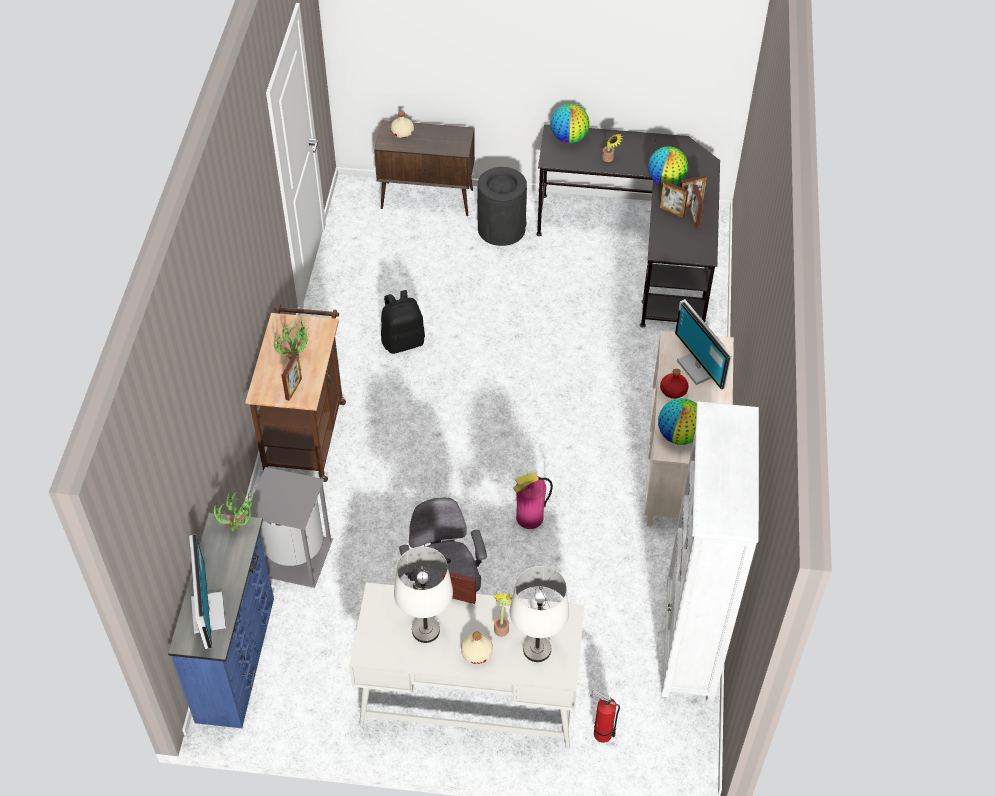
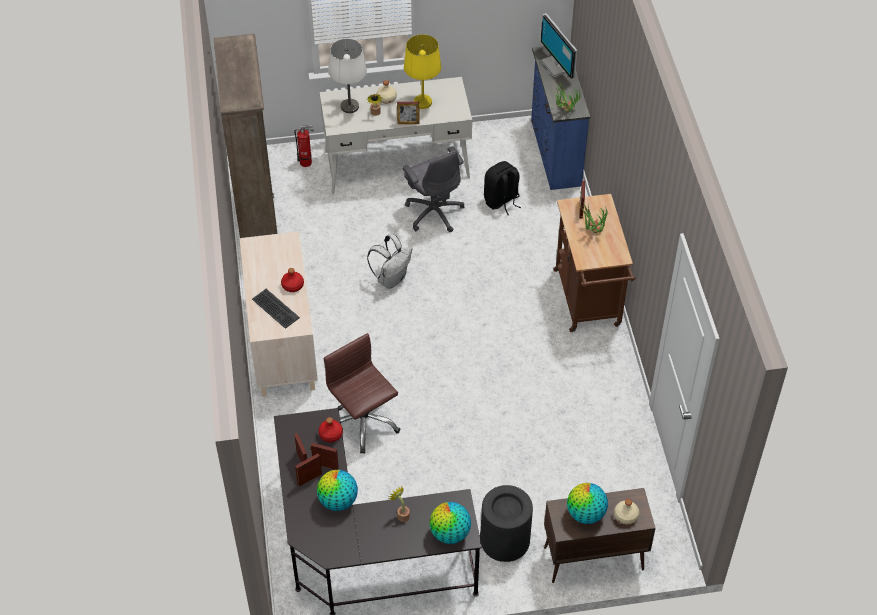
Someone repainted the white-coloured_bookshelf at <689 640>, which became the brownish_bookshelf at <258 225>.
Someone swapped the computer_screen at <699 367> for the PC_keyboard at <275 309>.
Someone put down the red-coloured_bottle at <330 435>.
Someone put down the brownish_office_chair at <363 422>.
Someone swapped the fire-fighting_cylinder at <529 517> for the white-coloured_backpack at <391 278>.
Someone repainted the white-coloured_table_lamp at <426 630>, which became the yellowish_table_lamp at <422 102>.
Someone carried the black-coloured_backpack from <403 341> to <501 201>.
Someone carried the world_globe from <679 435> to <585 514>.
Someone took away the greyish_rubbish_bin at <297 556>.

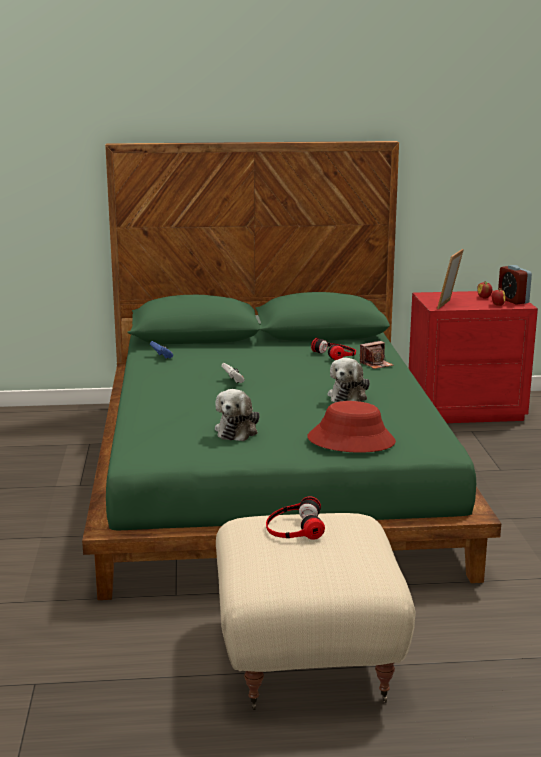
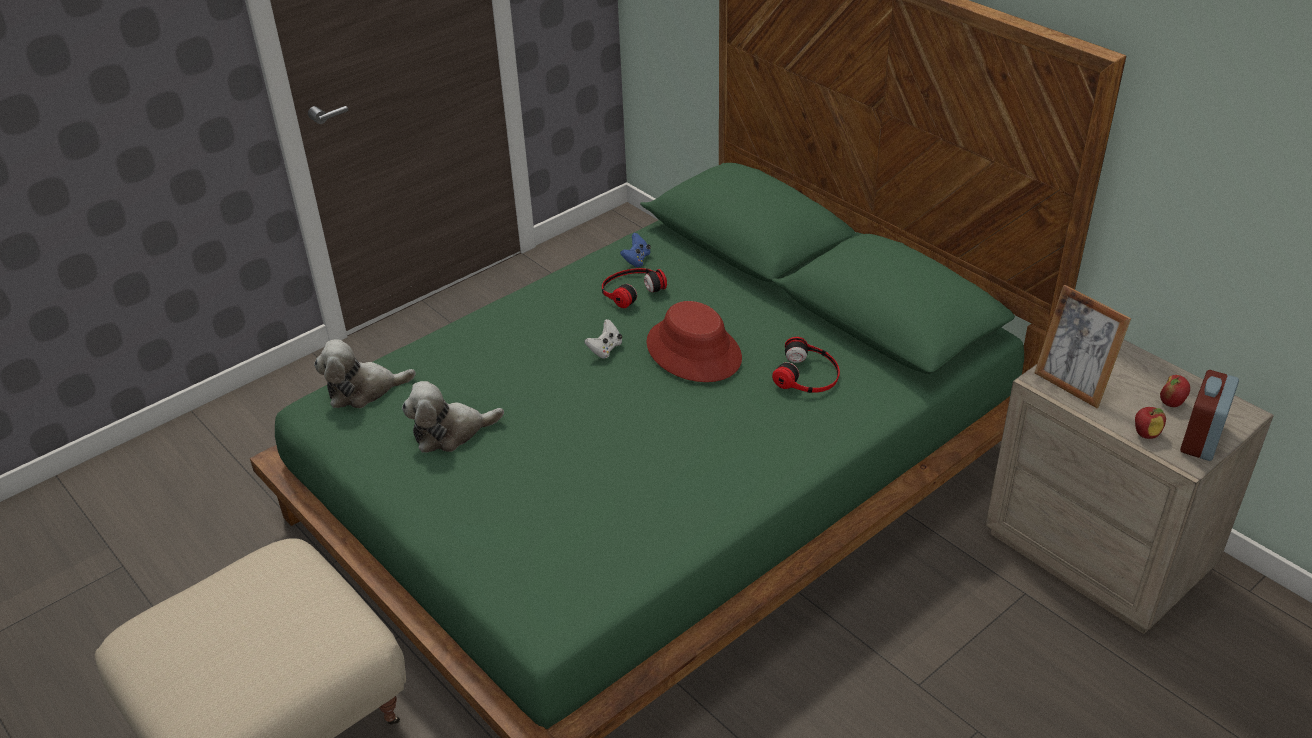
Someone carried the cuddly_toy from <348 396> to <363 390>.
Someone carried the pair_of_headphones from <294 527> to <630 290>.
Someone carried the red-coloured_hat from <351 440> to <694 351>.
Someone repainted the red-coloured_night_table at <465 410>, which became the beige_night_table at <1099 550>.
Someone rotated the photo_frame at <448 305> by 120 degrees counterclockwise.
Someone took away the still_camera at <376 364>.

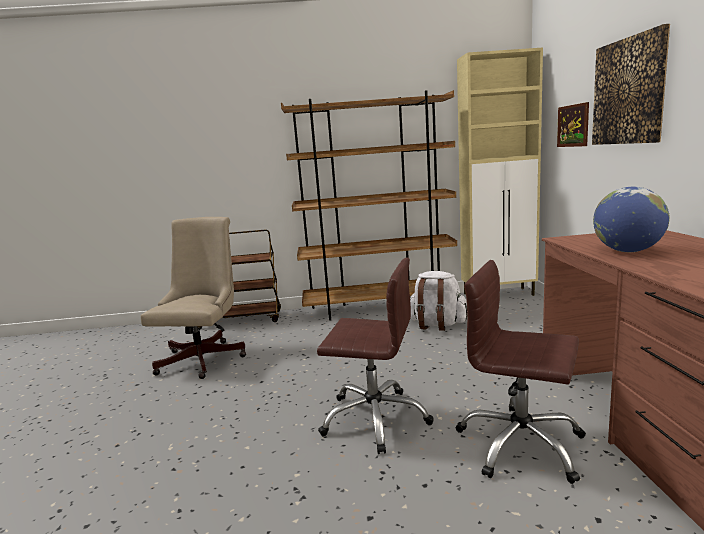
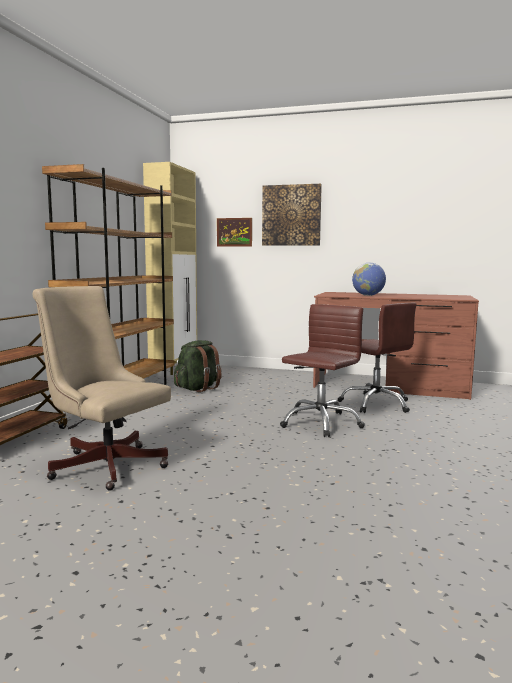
Someone repainted the white-coloured_backpack at <437 325>, which became the greenish_backpack at <198 388>.
Someone rotated the brownish_office_chair at <520 445> by 90 degrees counterclockwise.

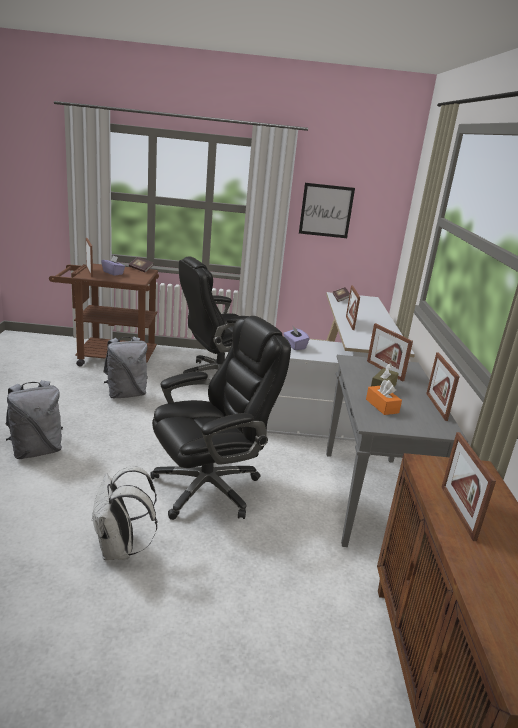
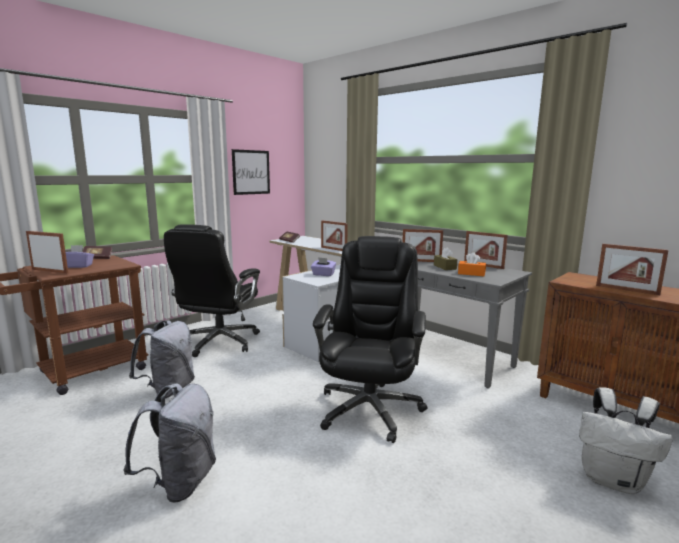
Someone carried the white-coloured_backpack from <120 549> to <613 480>.

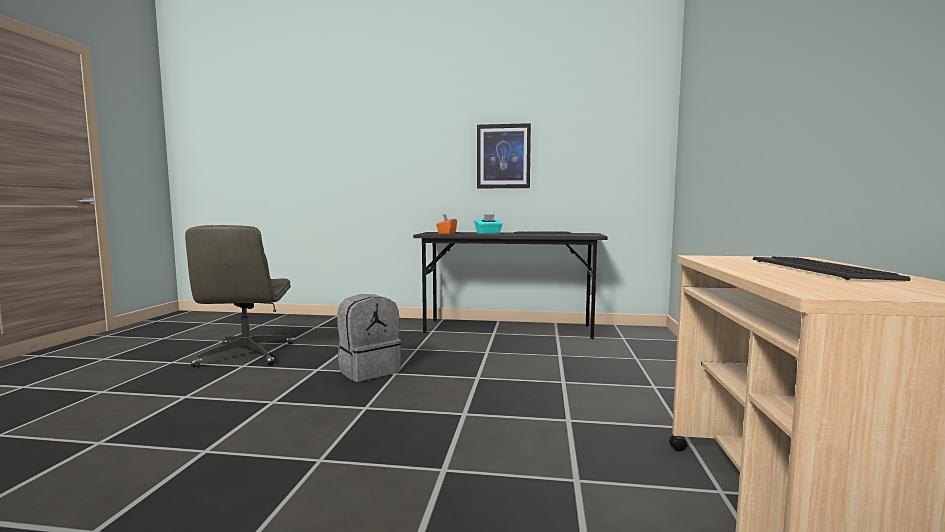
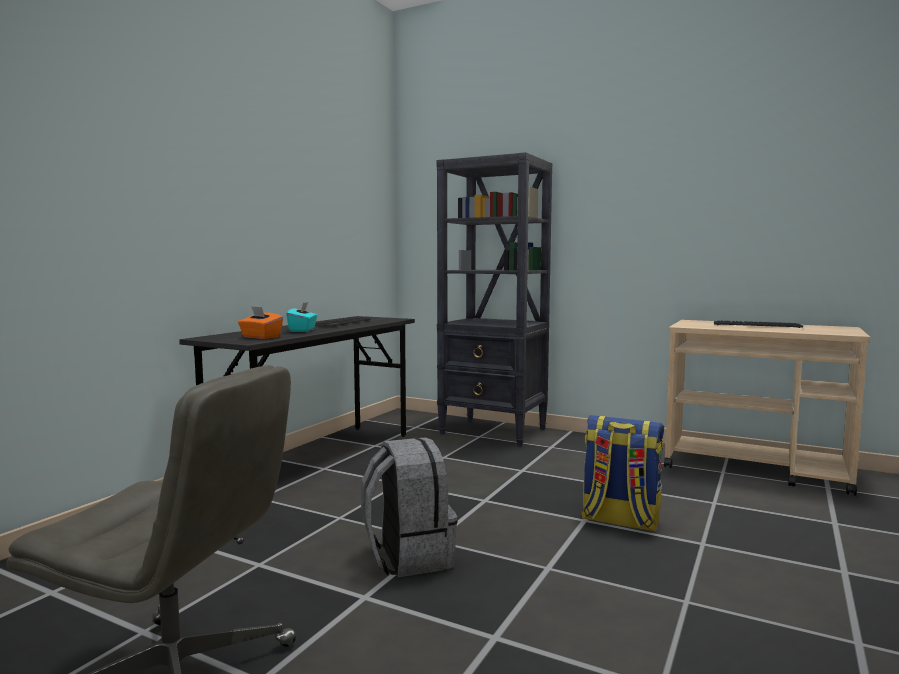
Someone put down the black-coloured_bookshelf at <494 431>.
Someone put down the backpack at <619 520>.
Someone took away the wall_picture at <503 156>.

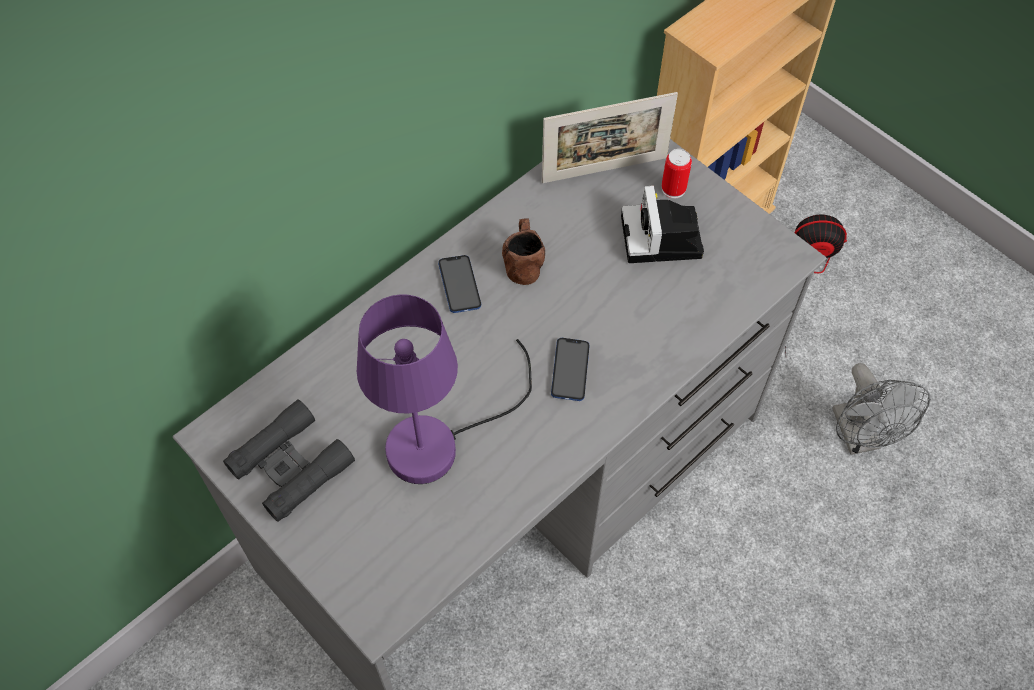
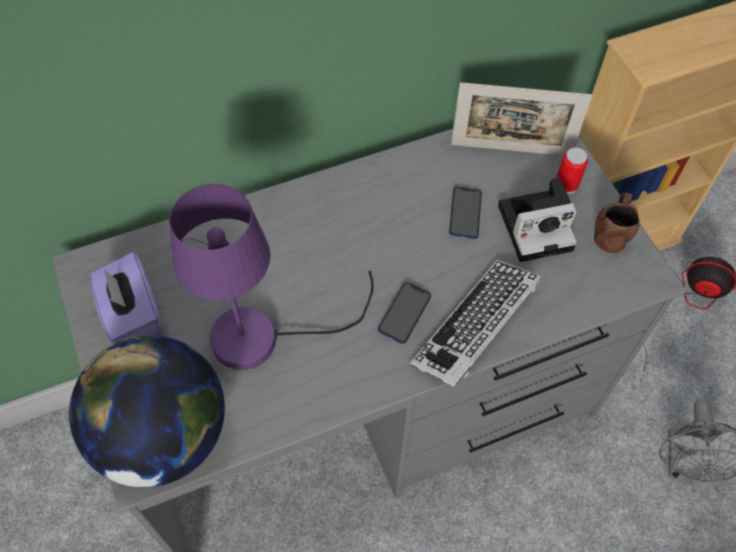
Someone put down the world_globe at <164 436>.
Someone swapped the black-coloured_field_glasses at <291 466> for the purple_tissue_holder at <132 314>.
Someone put down the PC_keyboard at <476 326>.
Someone carried the telephone from <459 285> to <465 214>.
Someone rotated the still_camera at <662 240> by 120 degrees counterclockwise.
Someone carried the brownish_tea_mug from <523 261> to <612 231>.

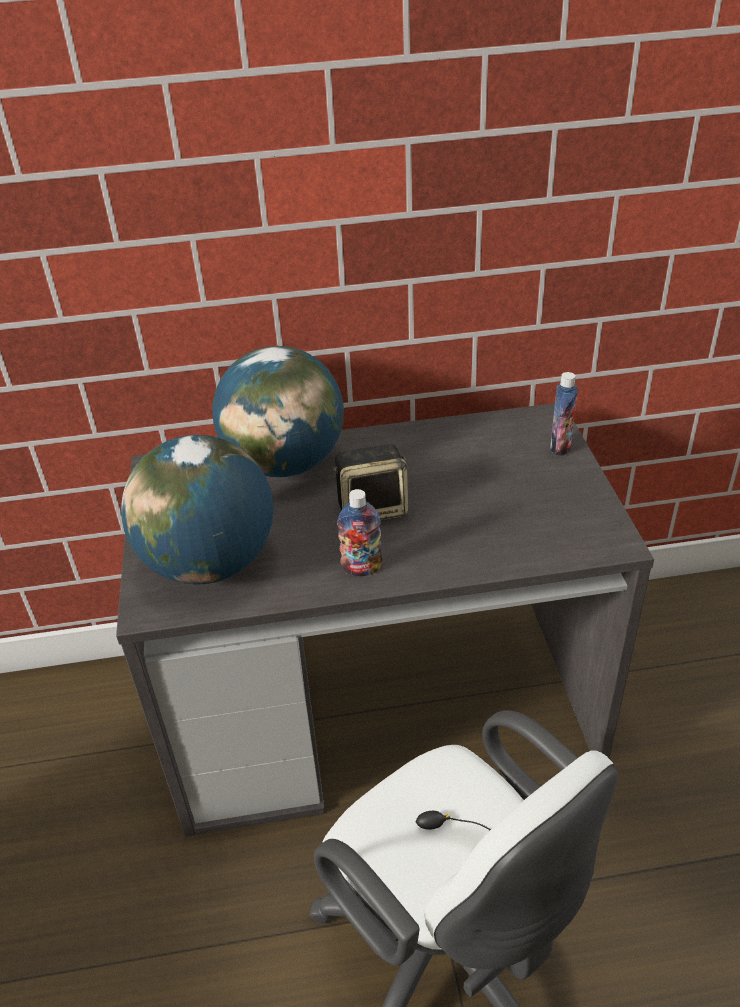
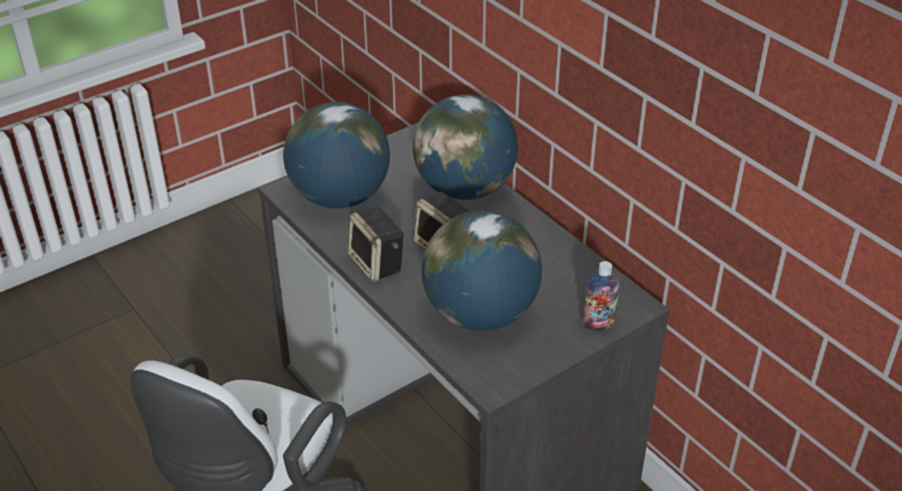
Someone swapped the bottle at <362 568> for the audio_speaker at <377 264>.
Someone put down the world_globe at <481 314>.

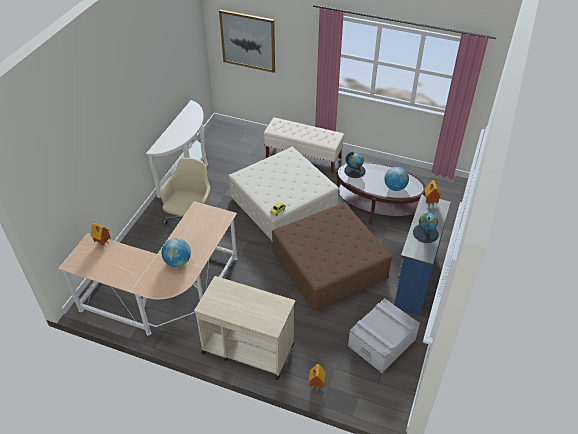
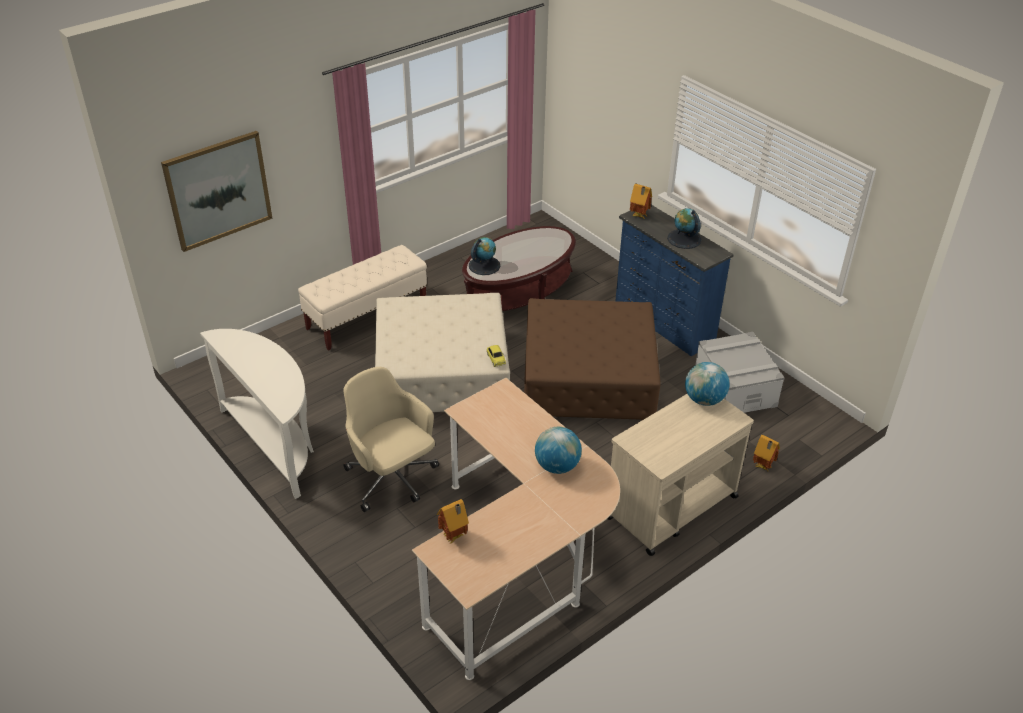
Someone carried the world_globe from <395 187> to <704 400>.

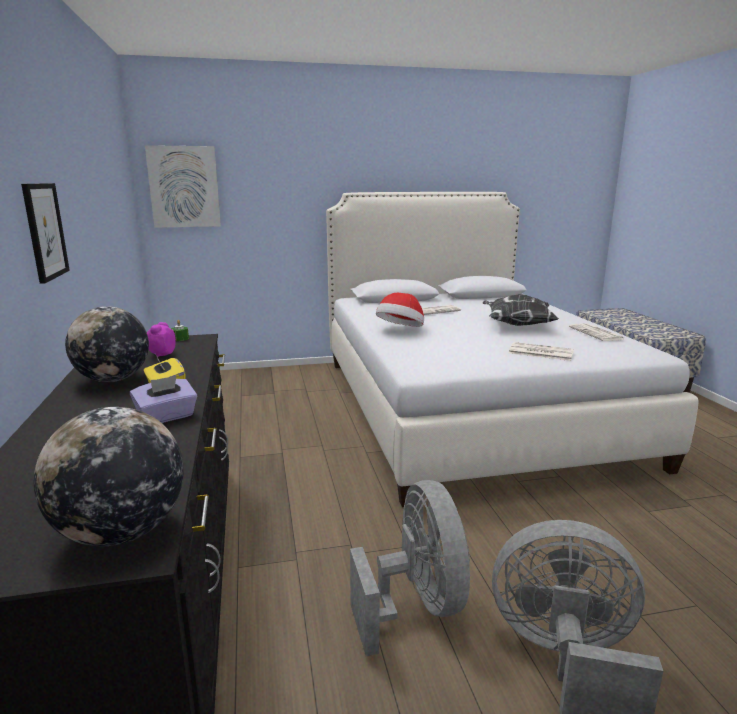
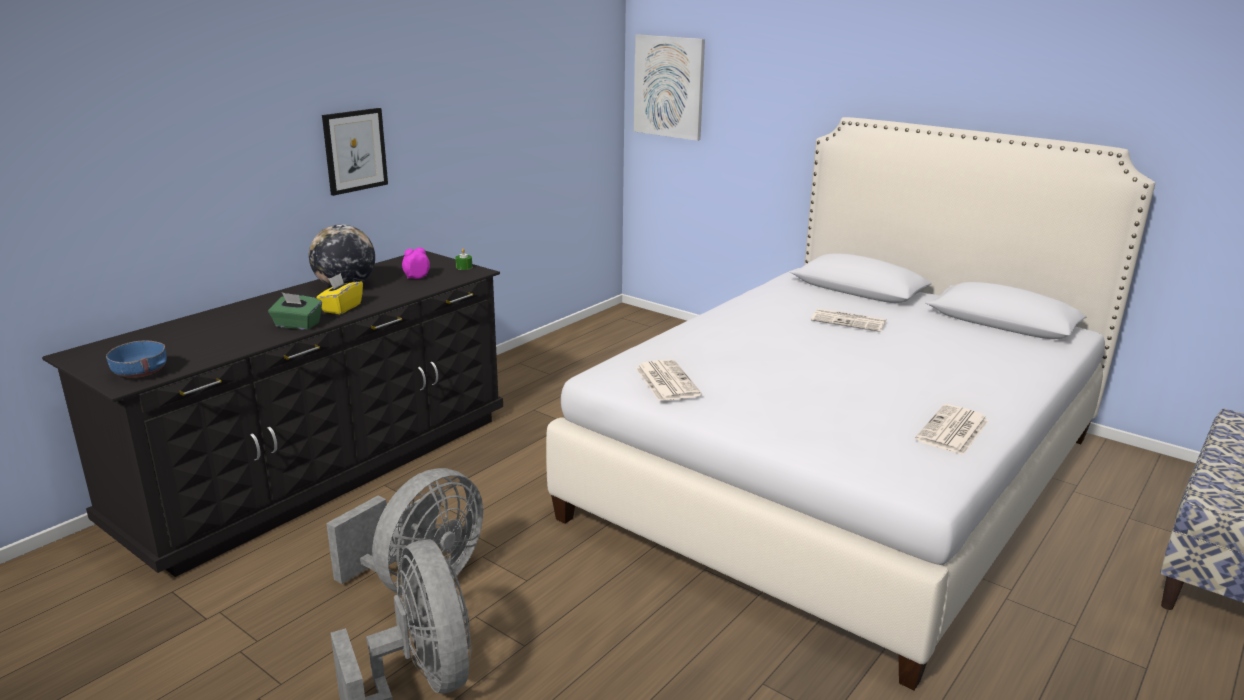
Someone swapped the world_globe at <121 532> for the blue-coloured_bowl at <140 373>.
Someone repainted the purple_tissue_holder at <167 417>, which became the greenish_tissue_holder at <297 325>.
Someone carried the newspaper from <540 352> to <666 381>.
Someone took away the hat at <401 330>.
Someone took away the cushion at <517 325>.

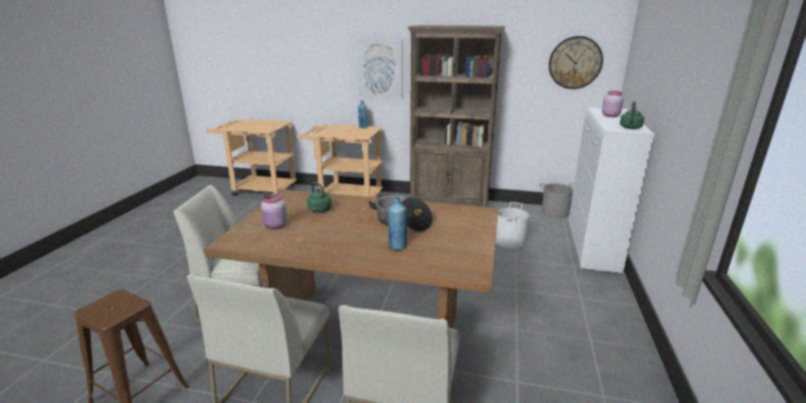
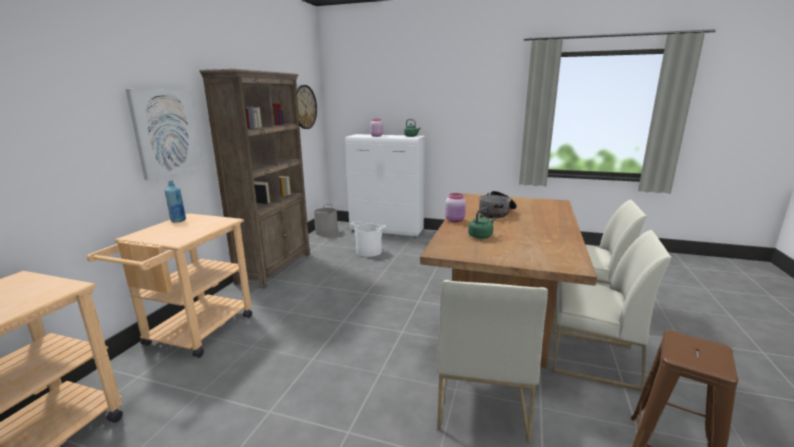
Someone carried the pink_storage_jar from <275 226> to <455 220>.
Someone took away the blue-coloured_bottle at <397 246>.

